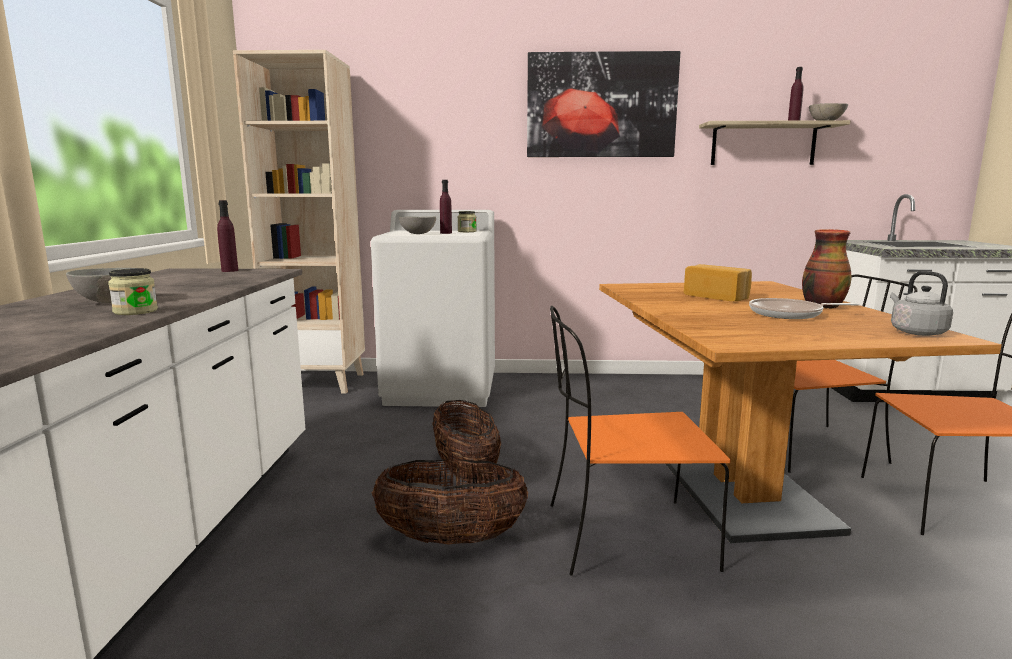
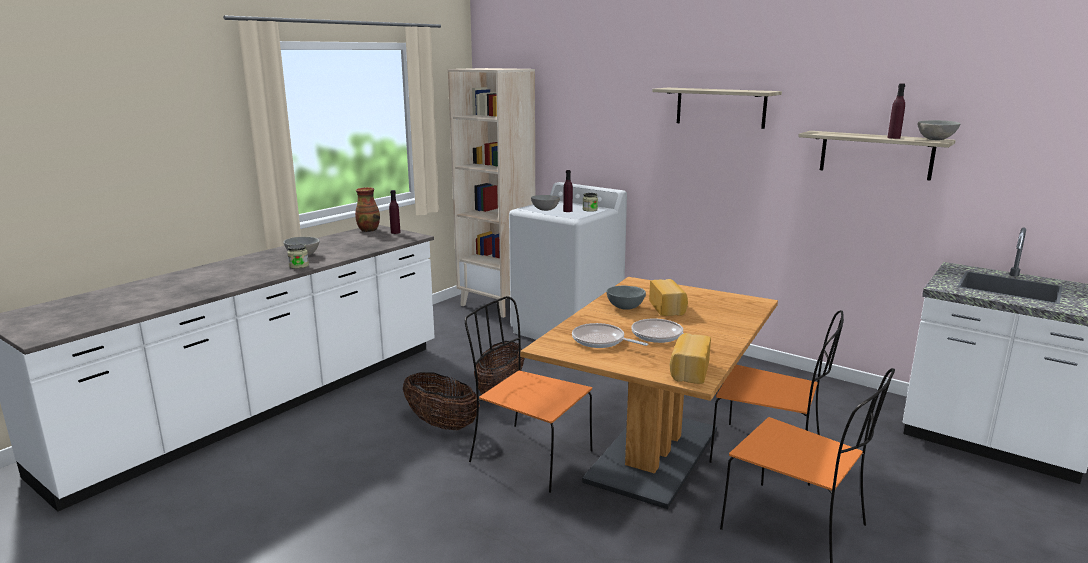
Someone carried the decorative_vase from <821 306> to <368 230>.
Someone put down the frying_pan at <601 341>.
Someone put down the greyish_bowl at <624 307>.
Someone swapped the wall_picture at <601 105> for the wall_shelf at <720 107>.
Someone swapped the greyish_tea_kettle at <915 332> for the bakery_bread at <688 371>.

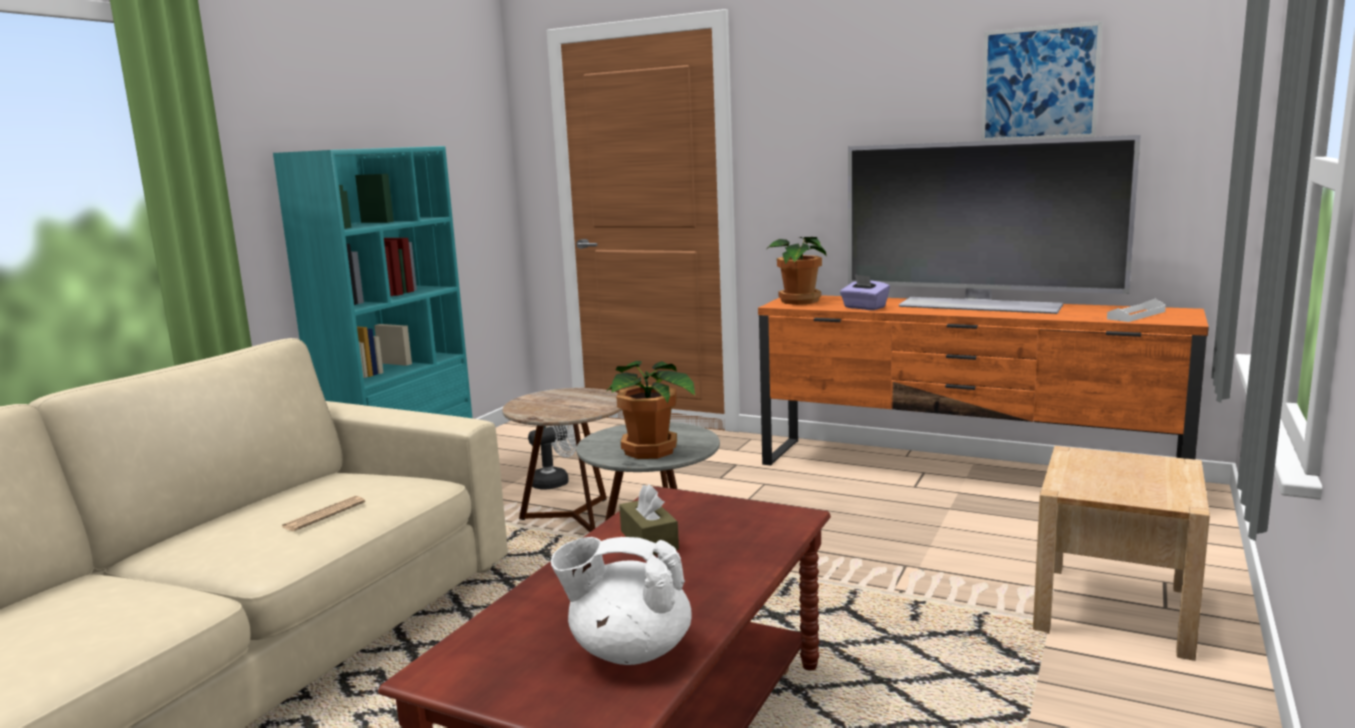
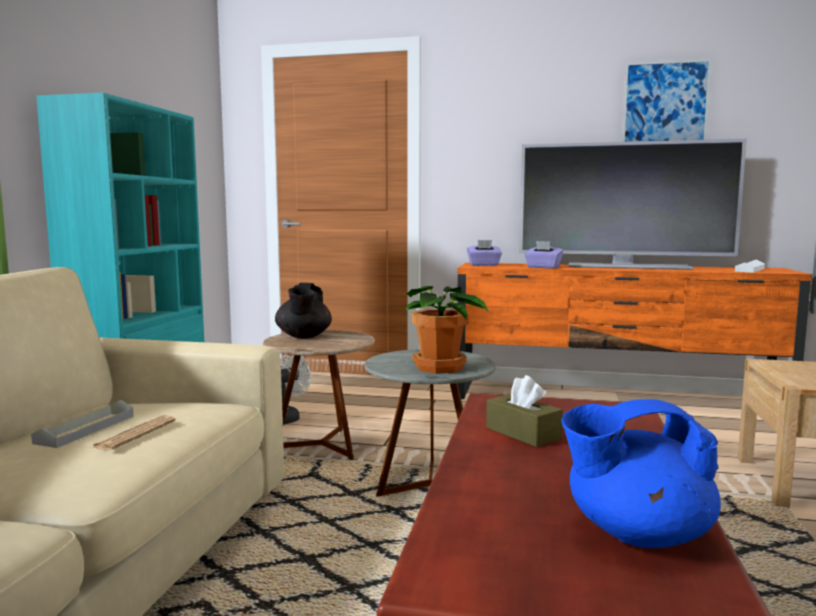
Someone put down the greyish_tray at <86 429>.
Someone put down the black-coloured_pot_for_tea at <303 337>.
Someone swapped the potted_plant at <798 301> for the purple_tissue_holder at <484 265>.
Someone repainted the white-coloured_pot_for_tea at <629 651>, which became the blue-coloured_pot_for_tea at <636 534>.

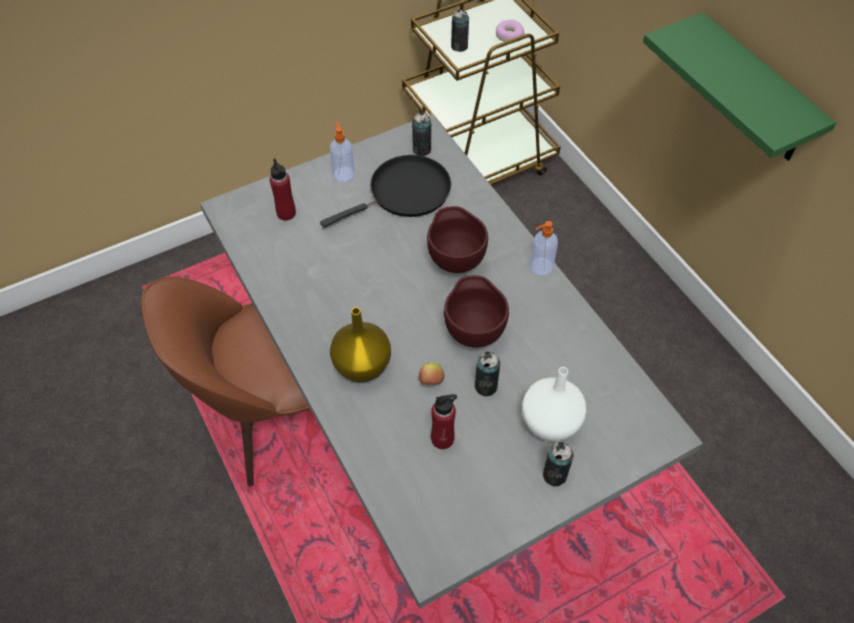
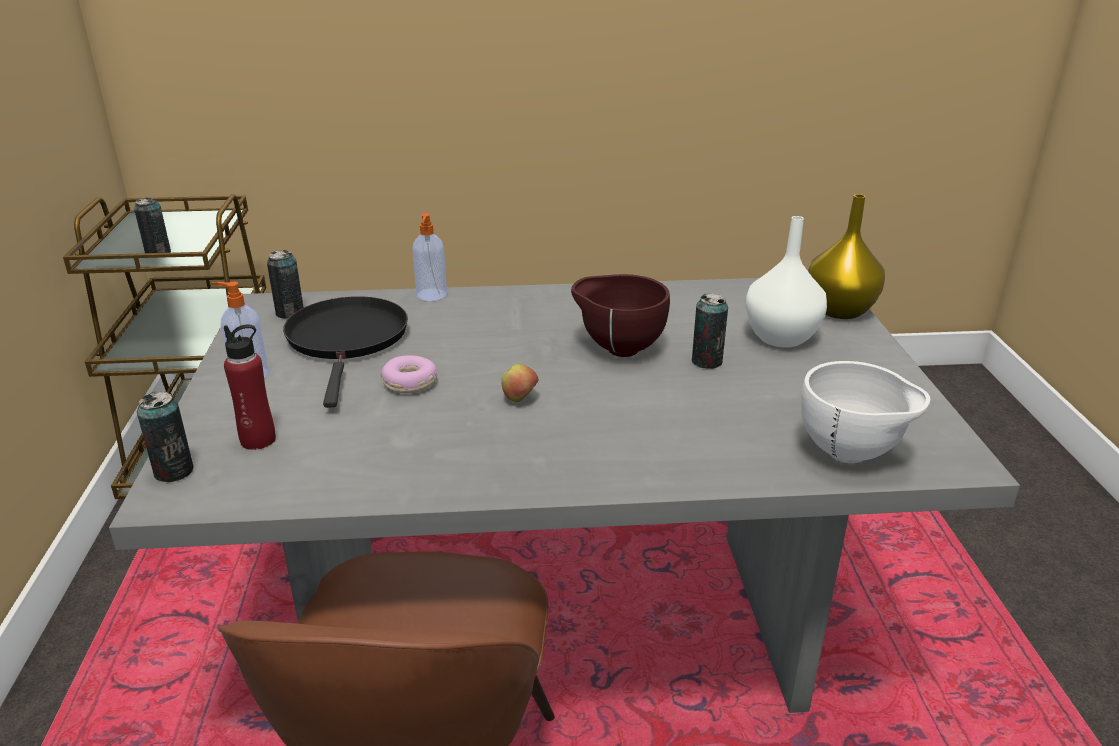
Someone carried the sealed_can from <554 475> to <174 471>.
Someone carried the ring_doughnut from <509 35> to <409 383>.
Someone carried the liquid_soap_bottle from <540 267> to <431 295>.
Someone carried the apple from <431 381> to <519 399>.
Someone put down the white-coloured_bowl at <852 455>.
Someone carried the yellowish_decorative_vase from <363 367> to <841 310>.
Someone took away the brownish_bowl at <455 260>.
Someone took away the red-coloured_bottle at <442 439>.
Someone took away the greenish_wall_shelf at <754 92>.

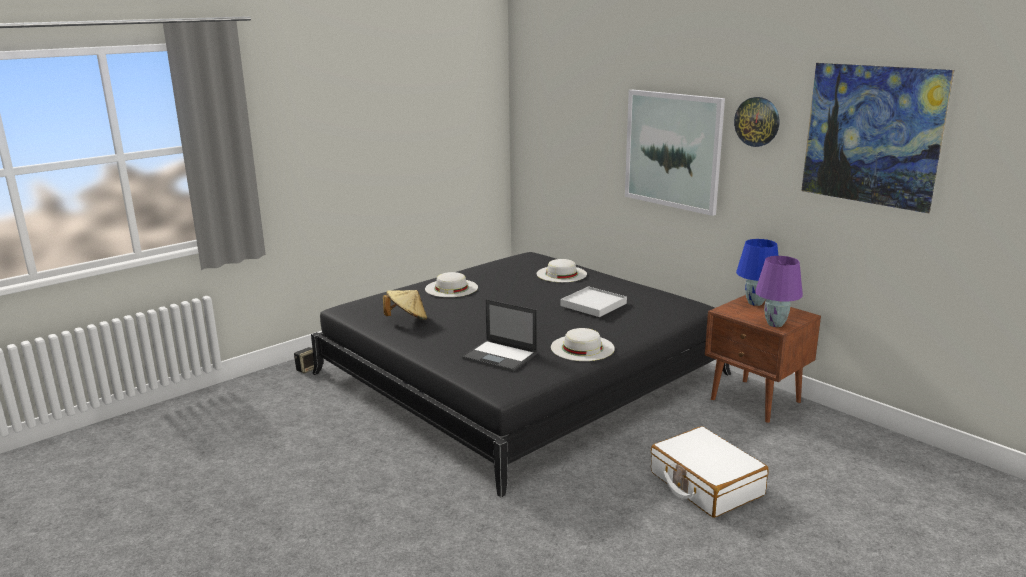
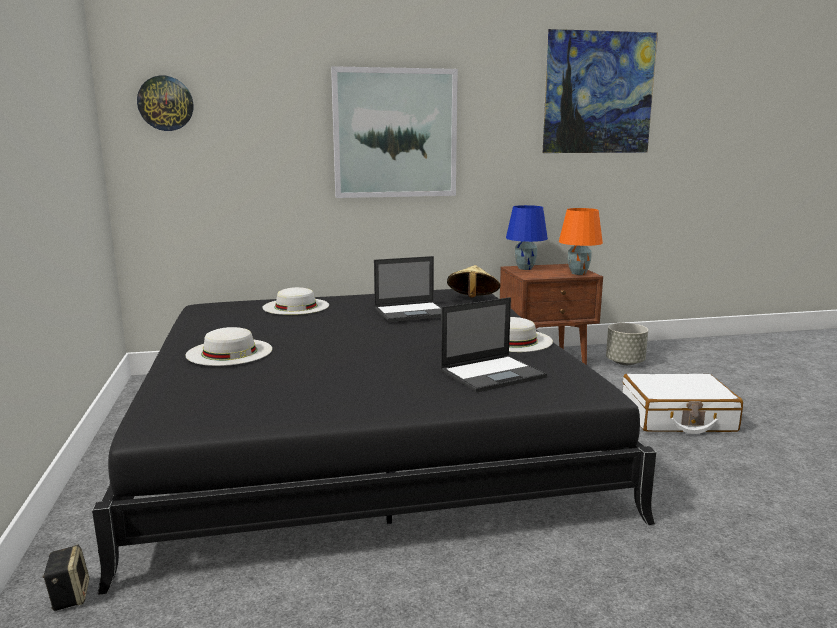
Someone carried the wall_clock from <757 121> to <165 103>.
Someone swapped the white-coloured_tray at <593 304> for the laptop at <412 312>.
Someone carried the beige_hat from <407 319> to <472 300>.
Someone repainted the purple_table_lamp at <774 324>, which became the orange-coloured_table_lamp at <578 273>.
Someone put down the greyish_flower_pot at <625 362>.

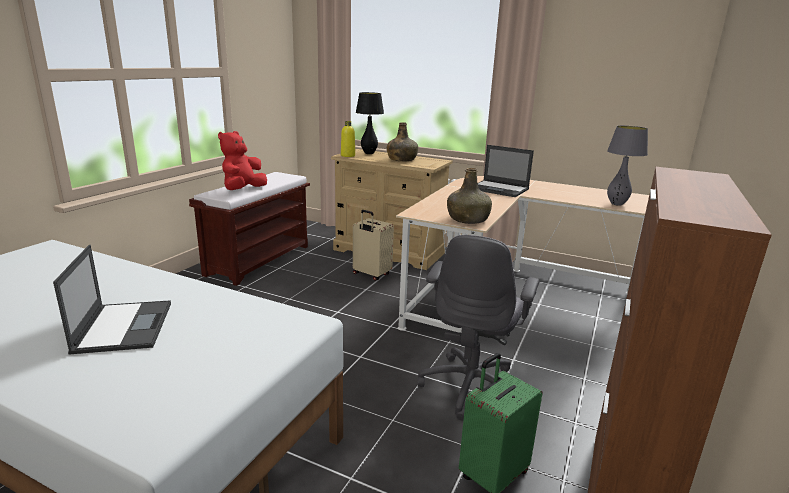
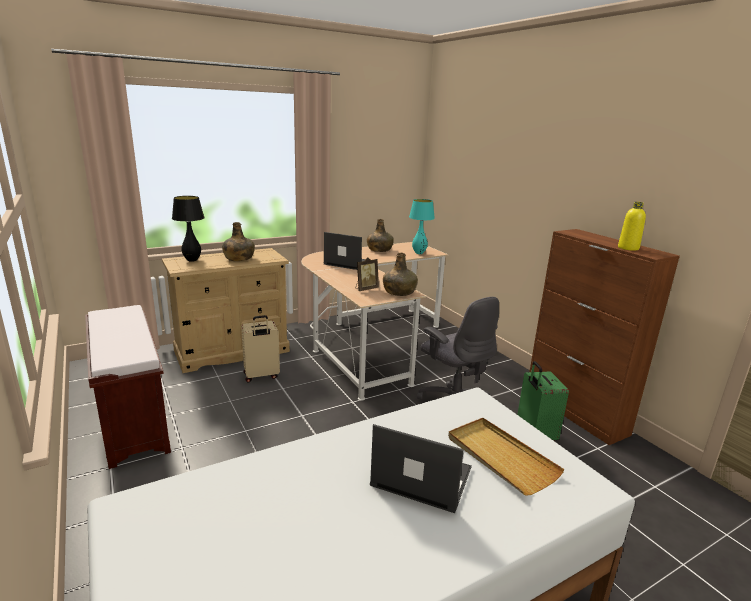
Someone rotated the laptop at <499 189> by 135 degrees counterclockwise.
Someone put down the photo_frame at <365 289>.
Someone put down the greenish_bottle at <379 250>.
Someone repainted the greyish_table_lamp at <617 204>, which became the turquoise-coloured_table_lamp at <419 253>.
Someone put down the beige_tray at <500 457>.
Someone carried the yellowish_bottle from <348 155> to <628 248>.
Someone took away the red-coloured_cuddly_toy at <243 190>.

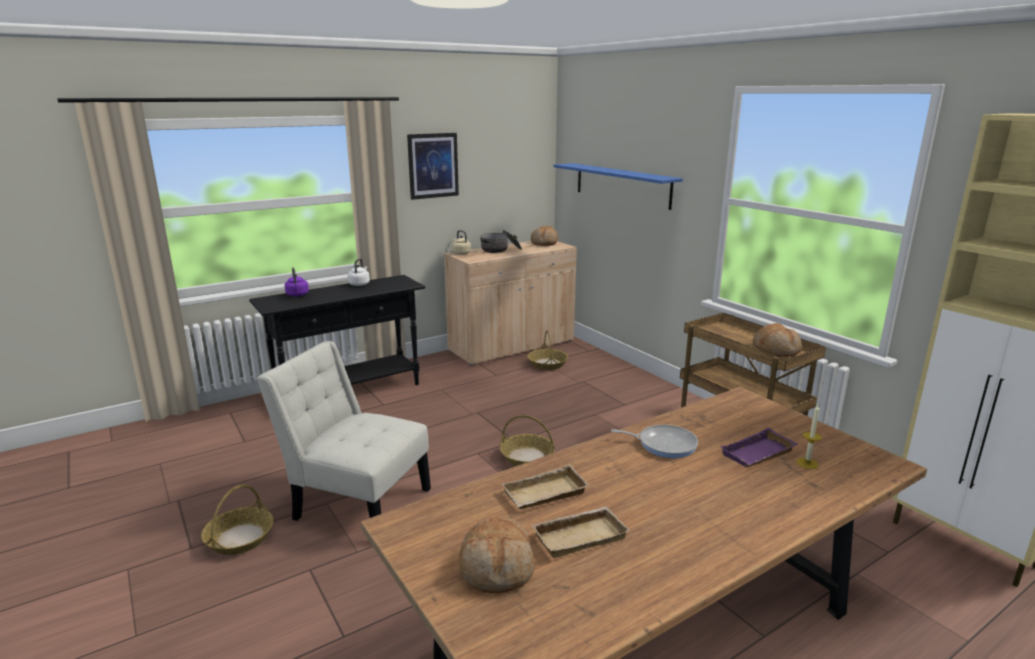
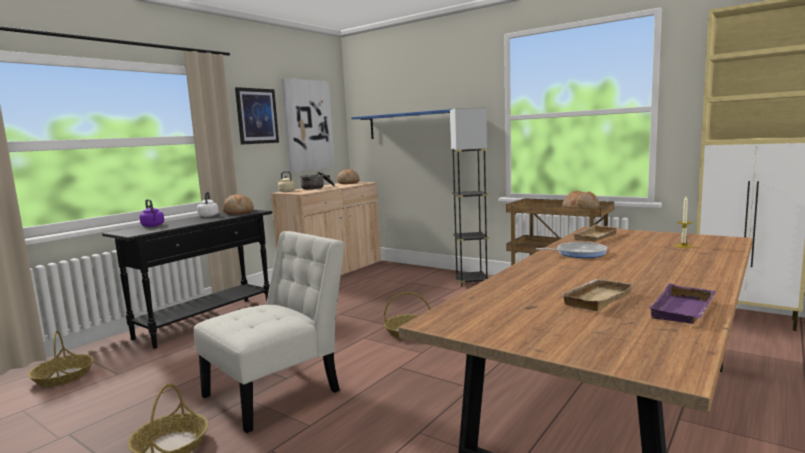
Someone carried the basket from <547 364> to <63 376>.
Someone rotated the white-coloured_upright_chair at <357 501> by 135 degrees clockwise.
Someone carried the bakery_bread from <497 567> to <238 212>.
Someone put up the wall_picture at <308 125>.
Someone put down the greyish_standing_lamp at <471 282>.
Someone carried the beige_tray from <545 495> to <597 237>.
Someone carried the purple_tray from <758 455> to <685 311>.

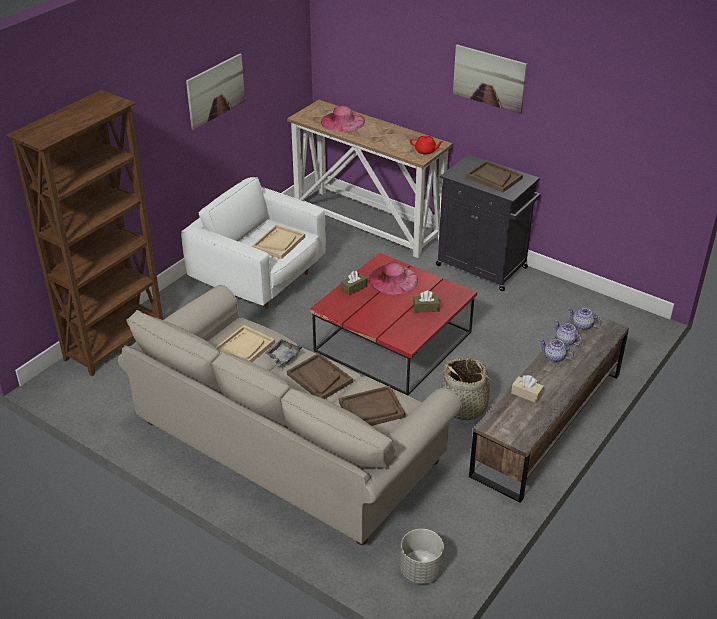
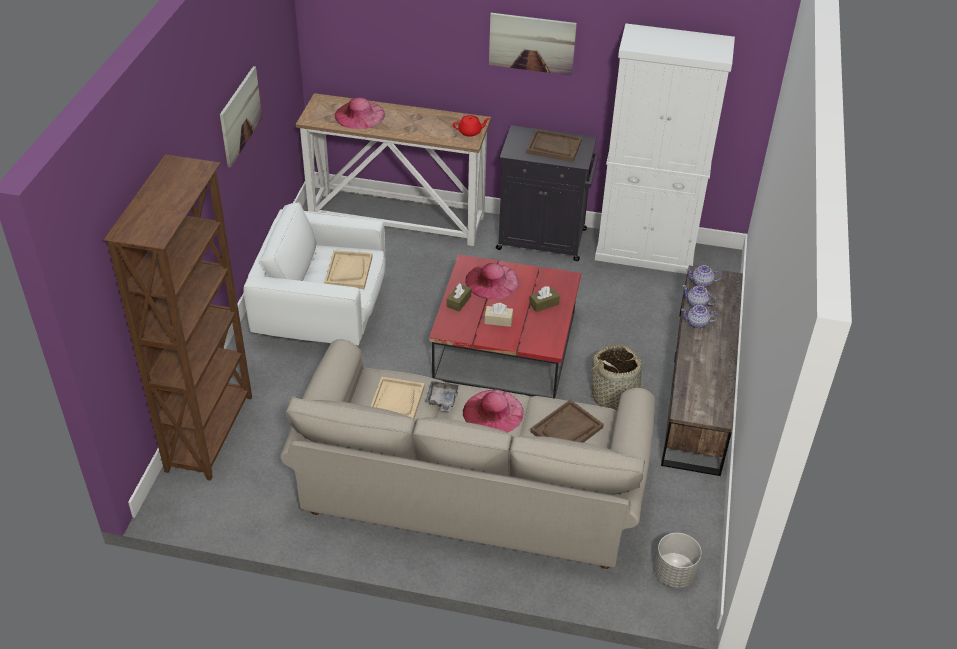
Someone swapped the brownish_tray at <319 378> for the pink_hat at <493 412>.
Someone carried the beige_tissue_holder from <526 394> to <498 320>.
Someone put down the white-coloured_cupboard at <645 252>.

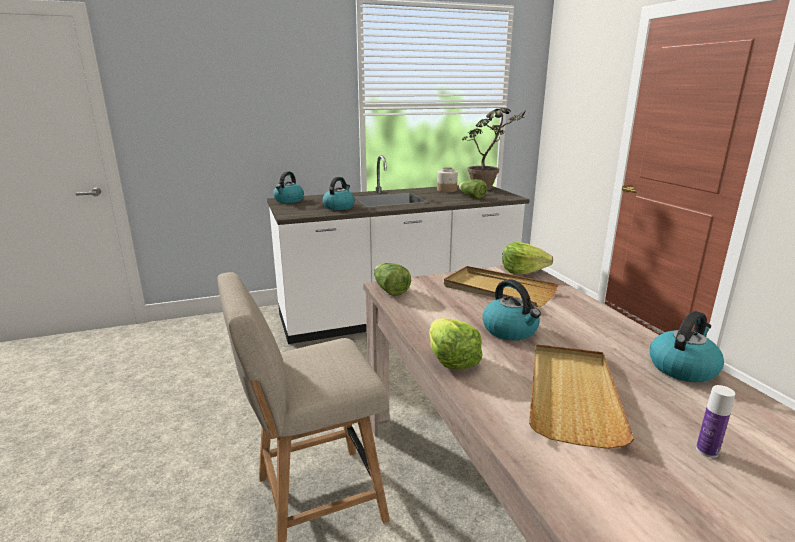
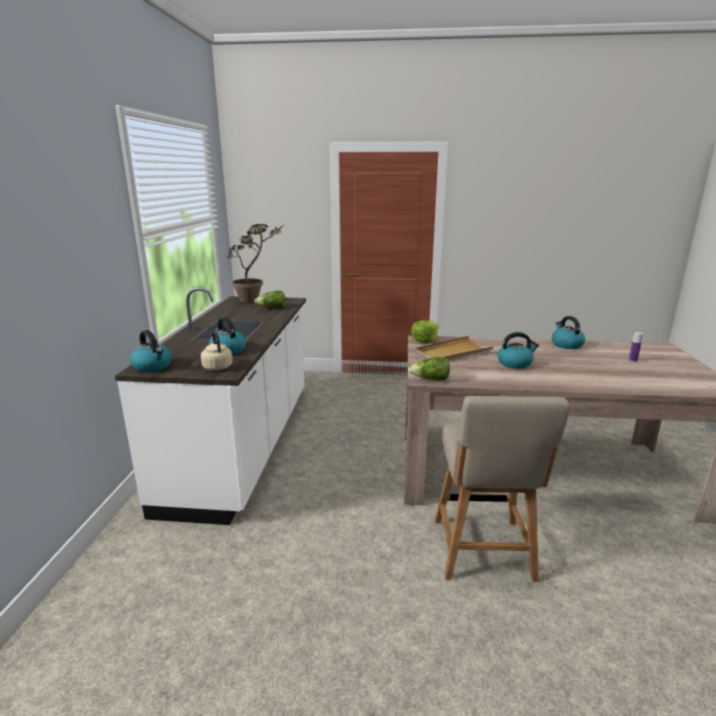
Someone put down the beige_tea_kettle at <217 367>.
Someone took away the lettuce_head at <451 360>.
Someone took away the storage_jar at <447 190>.
Someone took away the beige_tray at <572 395>.

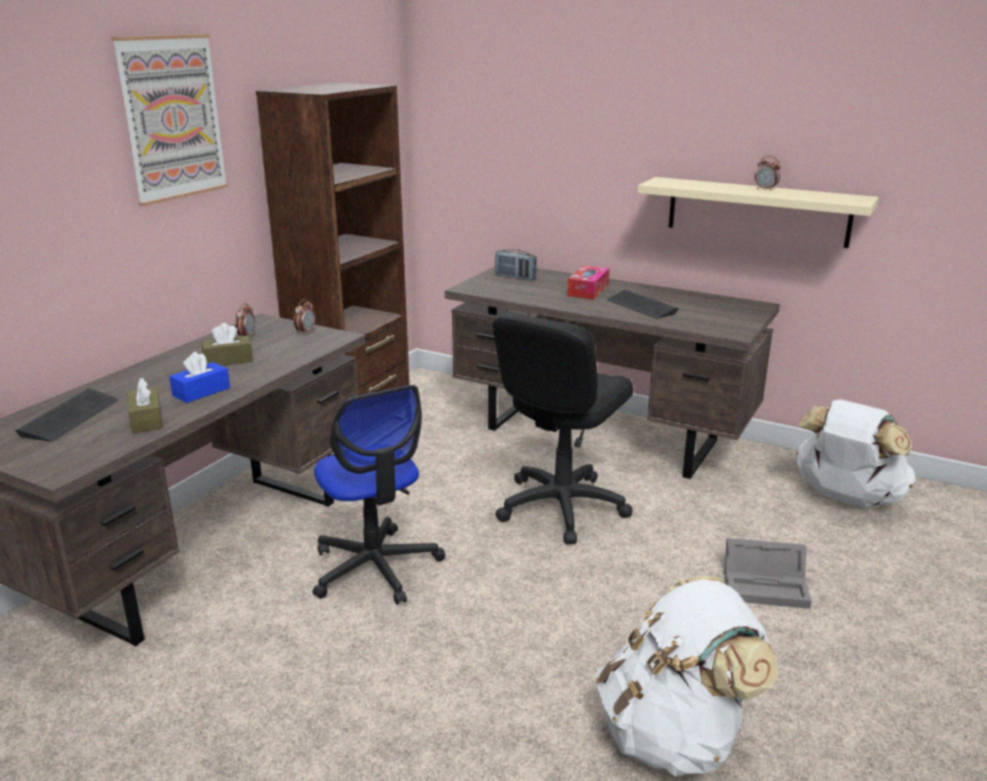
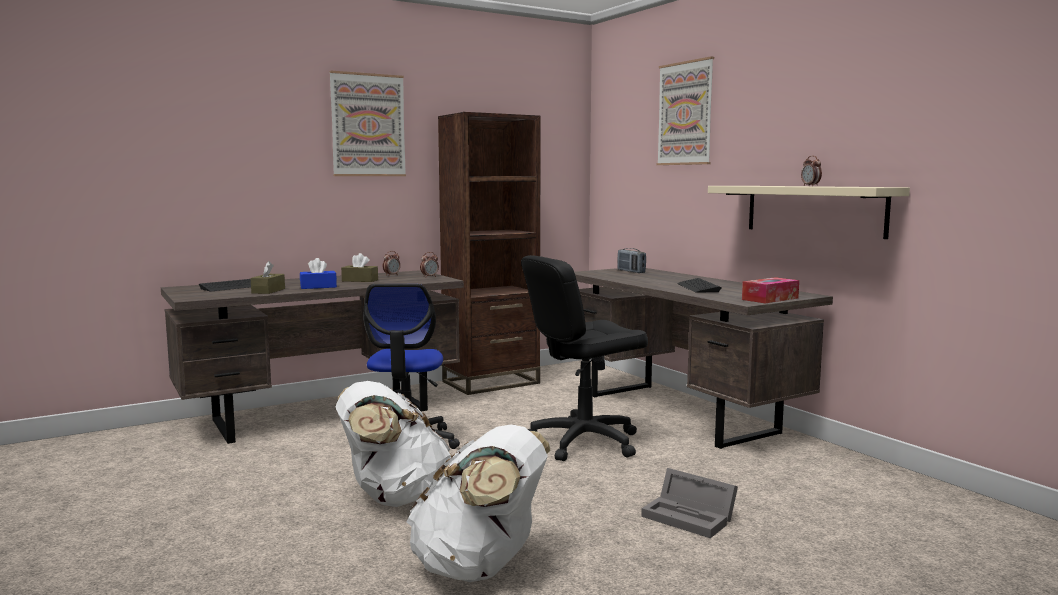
Someone carried the white-coloured_backpack from <846 498> to <393 498>.
Someone put up the wall_picture at <685 113>.
Someone carried the tissue_holder from <588 290> to <770 299>.

